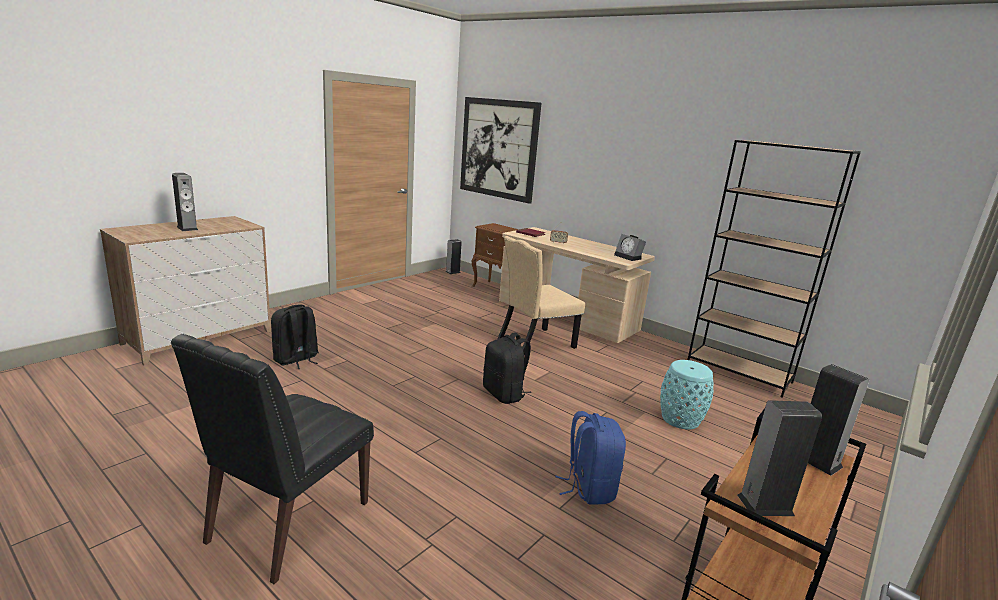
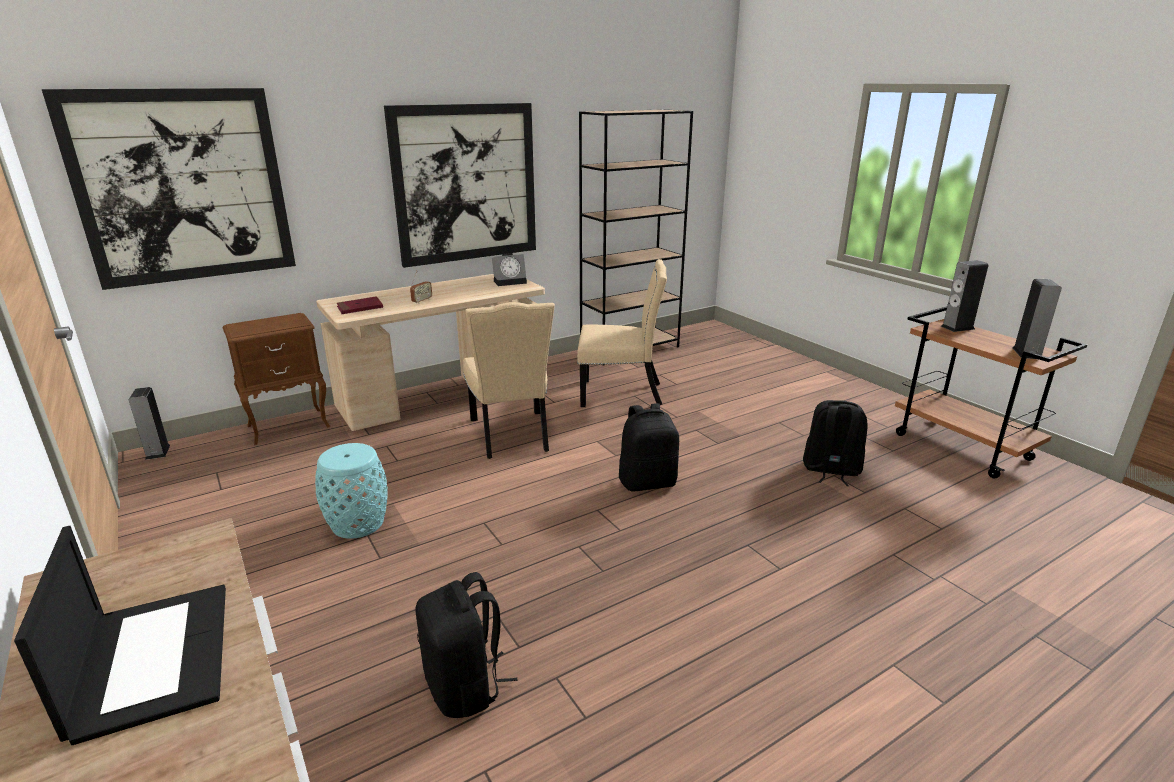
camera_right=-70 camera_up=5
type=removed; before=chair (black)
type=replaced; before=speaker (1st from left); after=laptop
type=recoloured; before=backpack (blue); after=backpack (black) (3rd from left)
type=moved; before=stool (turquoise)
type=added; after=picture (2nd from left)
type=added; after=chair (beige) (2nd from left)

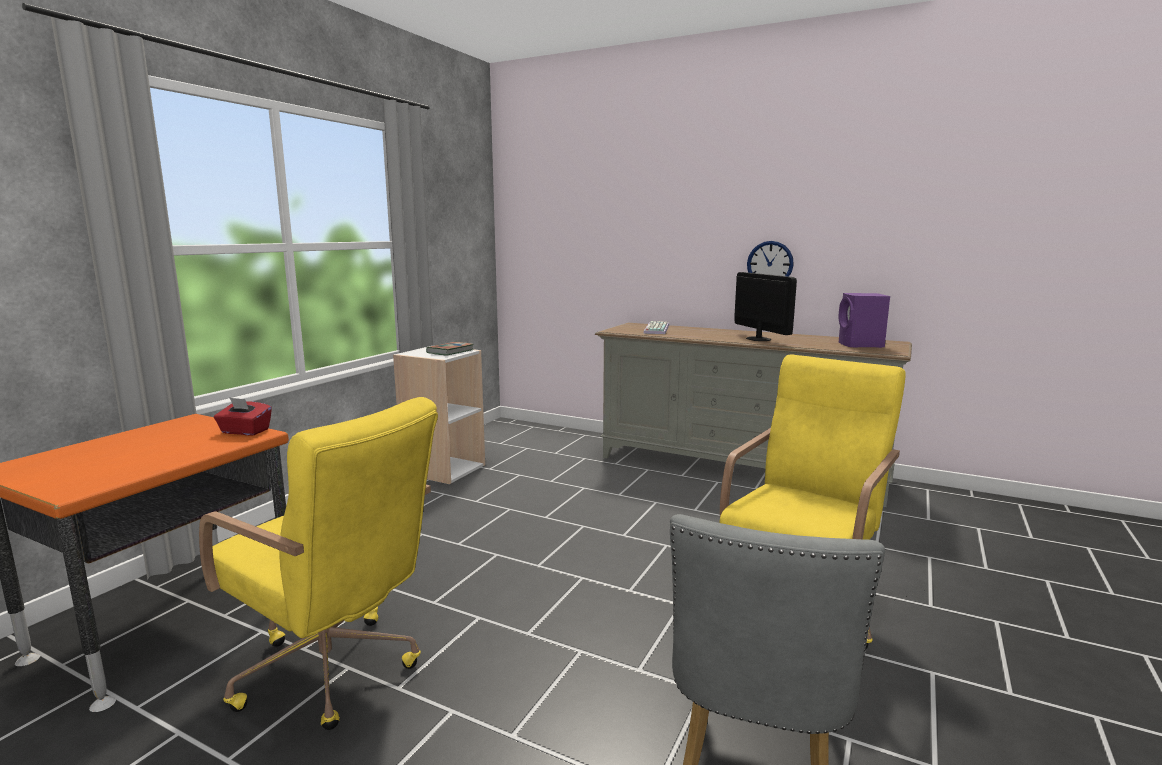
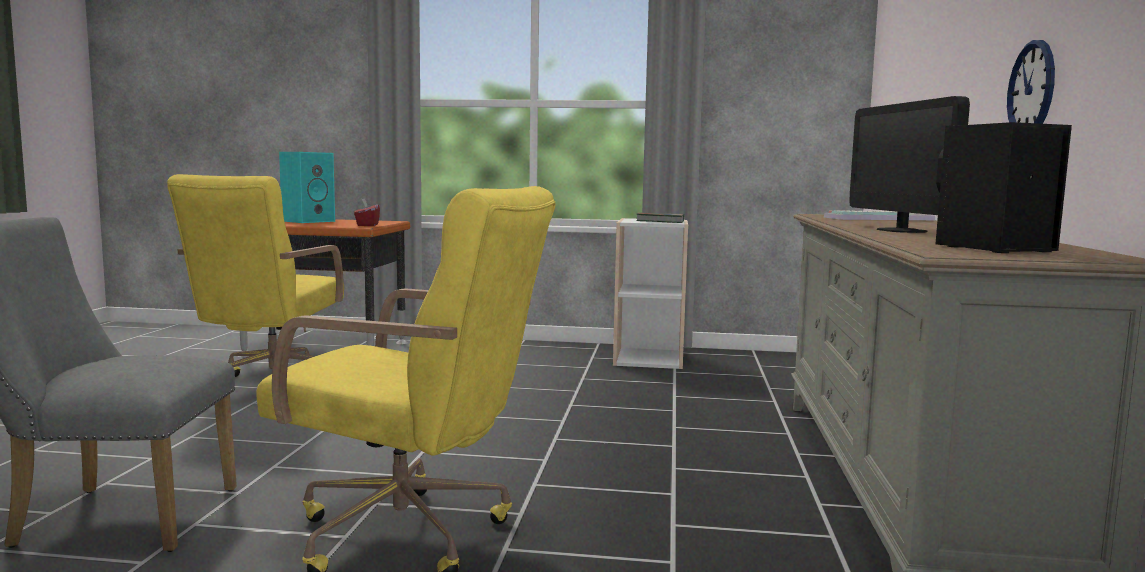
camera_right=70 camera_up=-5
type=turned; before=monitor; turn=120
type=recoloured; before=speaker (purple); after=speaker (black)
type=added; after=speaker (turquoise)

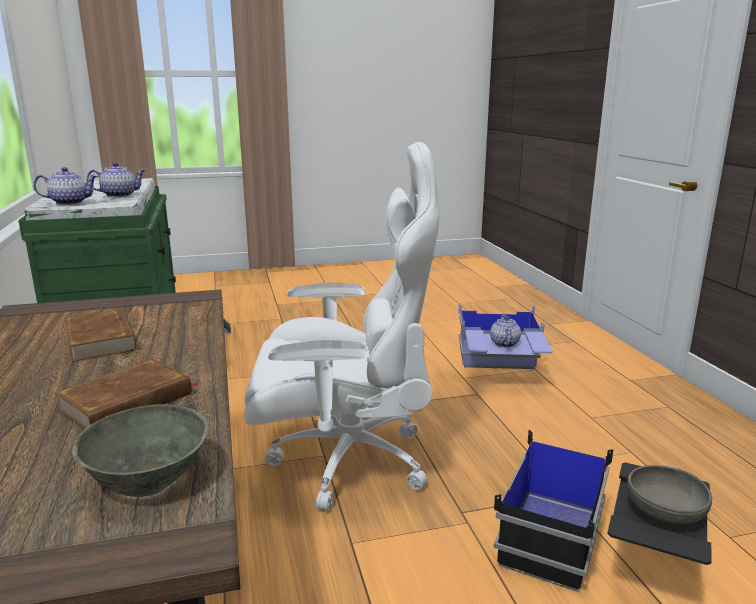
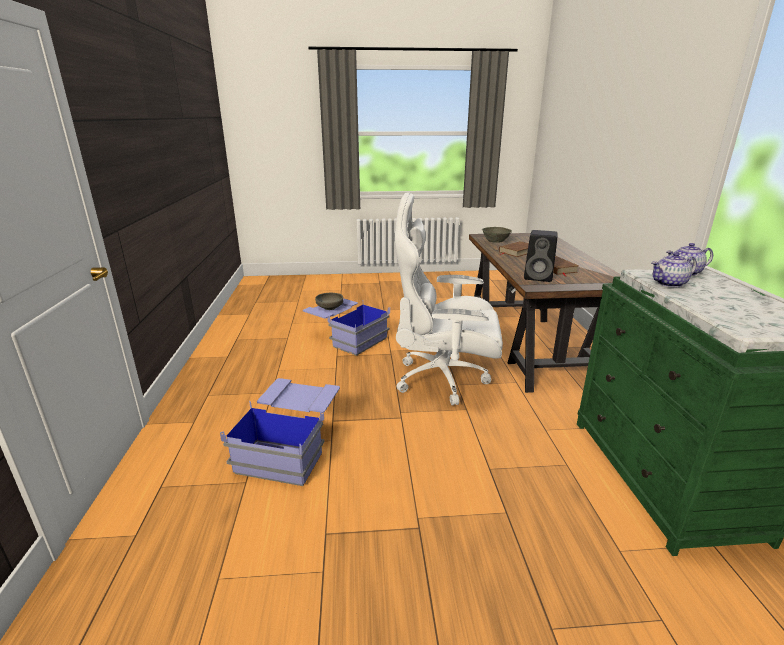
camera_right=-170 camera_up=5
type=removed; before=teapot (3rd from left)
type=recoloured; before=storage box (black); after=storage box (blue) (2nd from left)
type=added; after=speaker (black)

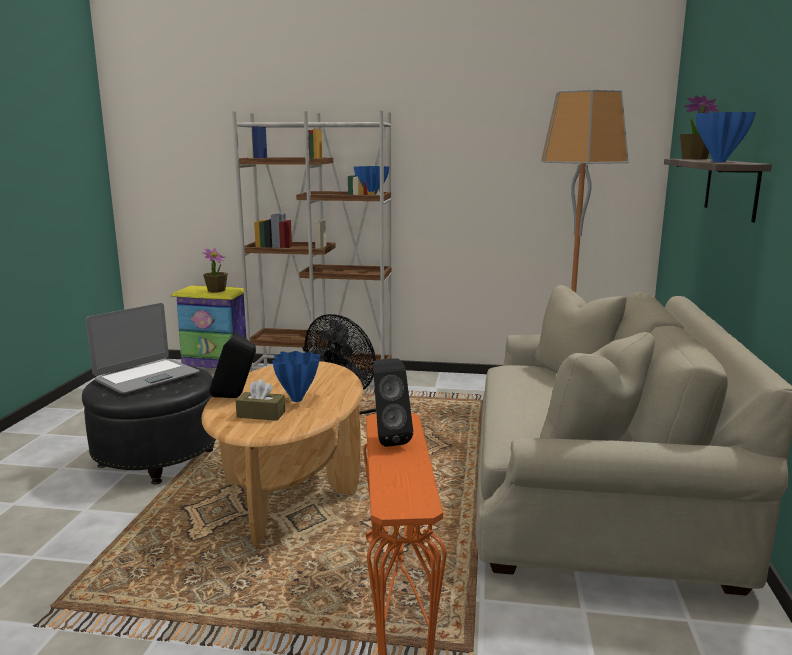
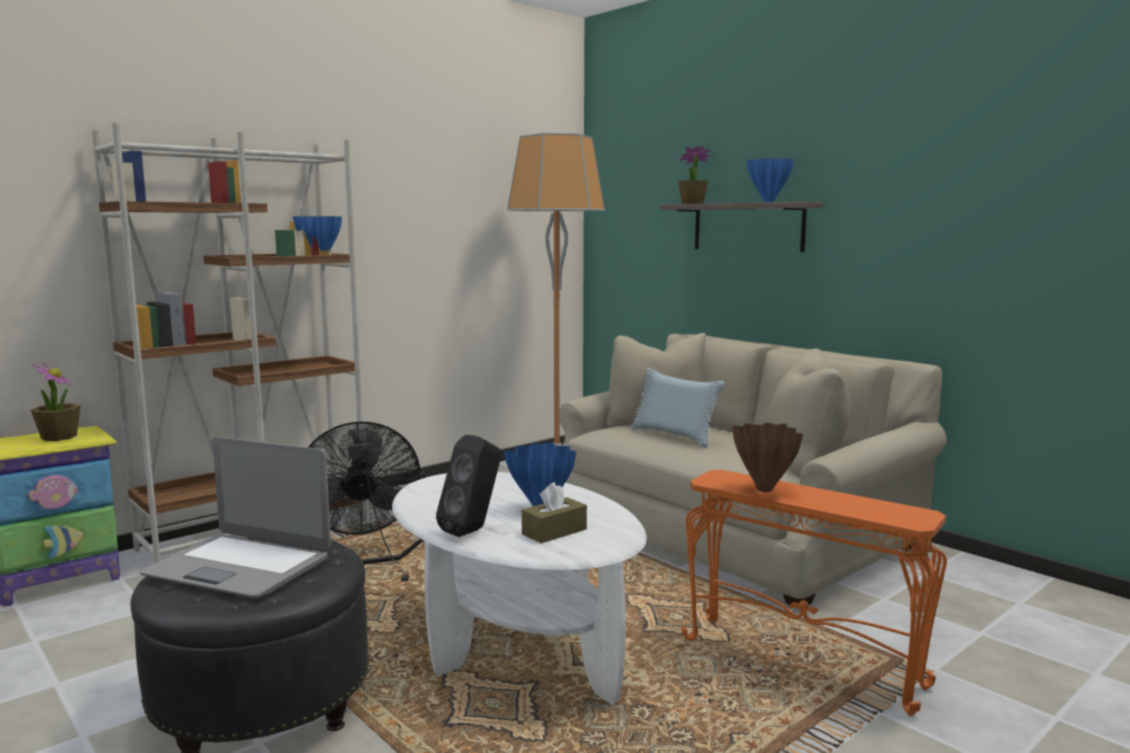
camera_right=-50 camera_up=-5
type=turned; before=laptop; turn=120
type=recoloured; before=coffee table (brown); after=coffee table (white)
type=replaced; before=speaker (black) (2nd from left); after=vase (brown)
type=added; after=pillow (blue)

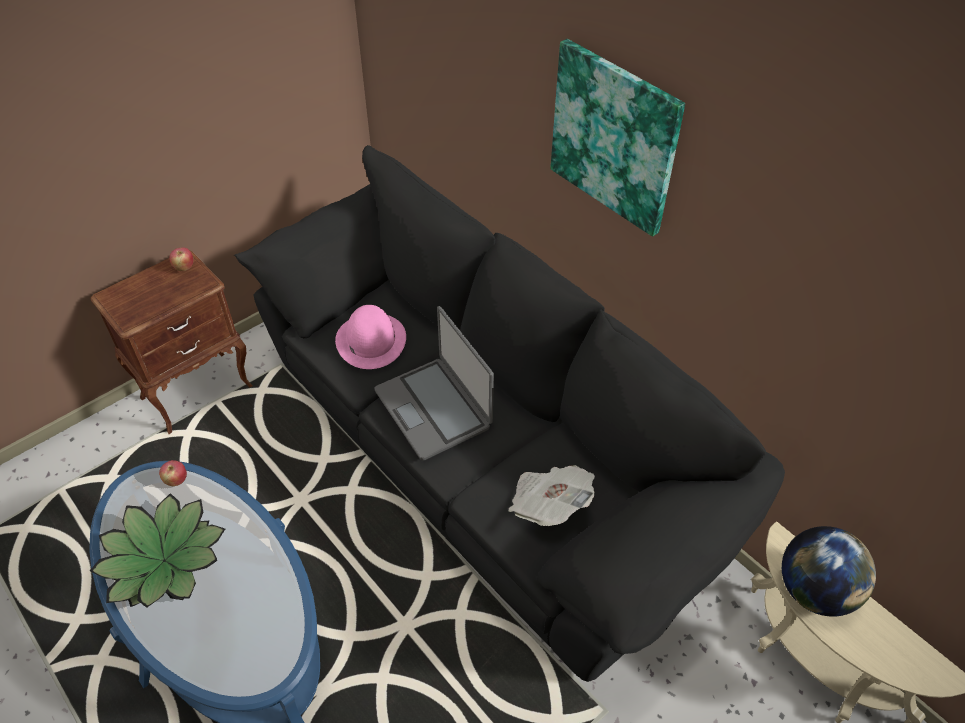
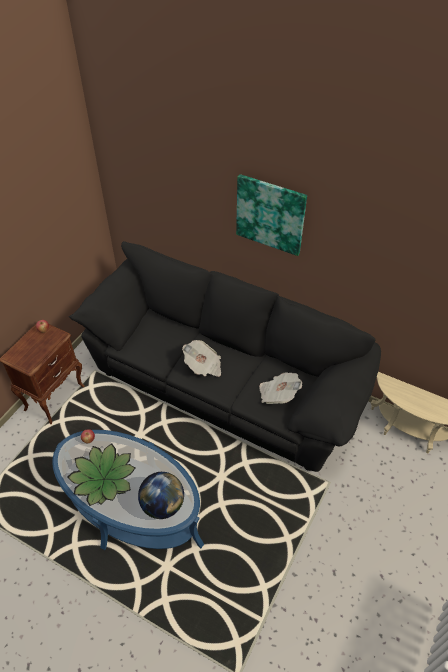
camera_right=-20 camera_up=0
type=removed; before=hat (pink)
type=replaced; before=laptop; after=newspaper (1st from left)
type=moved; before=globe

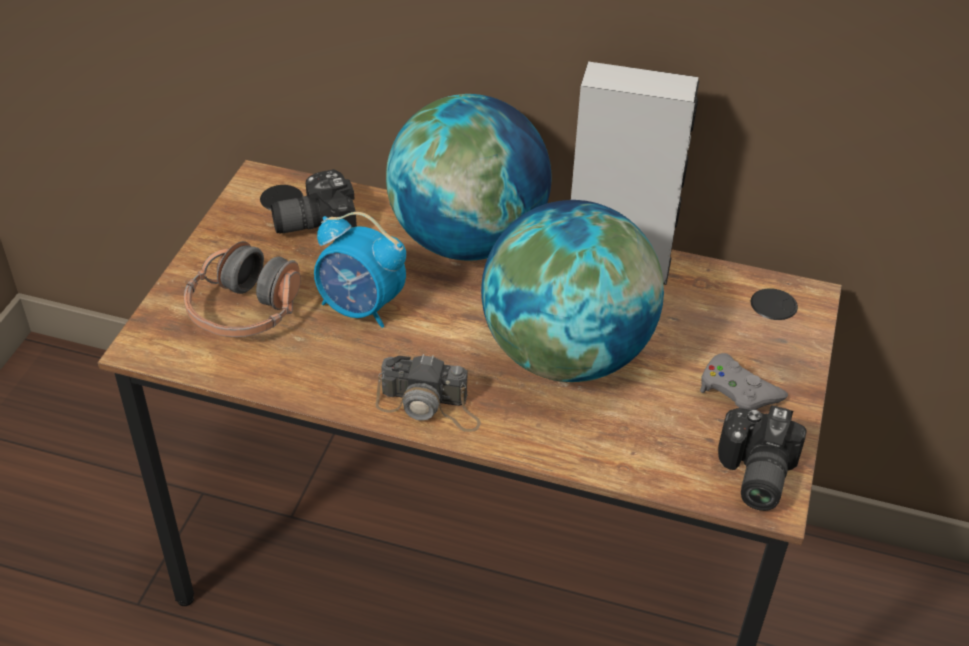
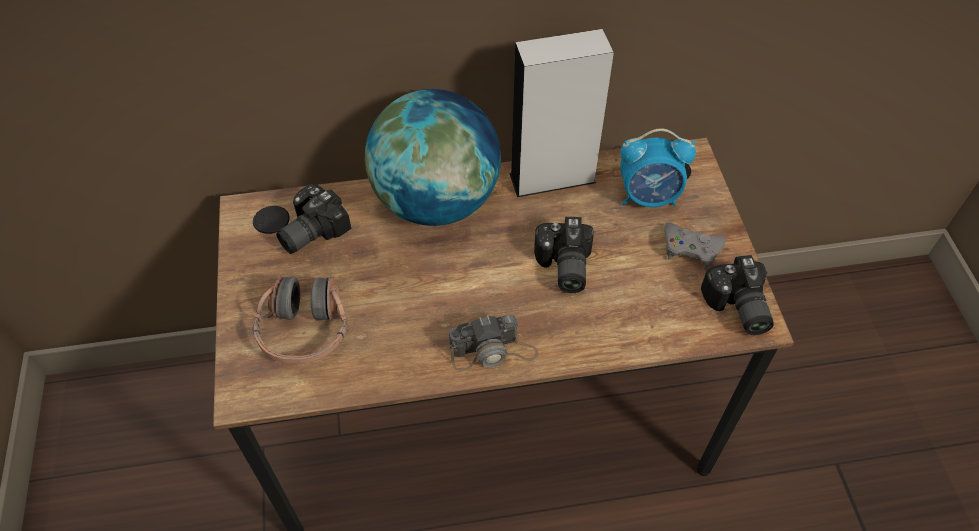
camera_right=-25 camera_up=10
type=moved; before=alarm clock
type=replaced; before=globe (2nd from left); after=photo camera (3rd from left)

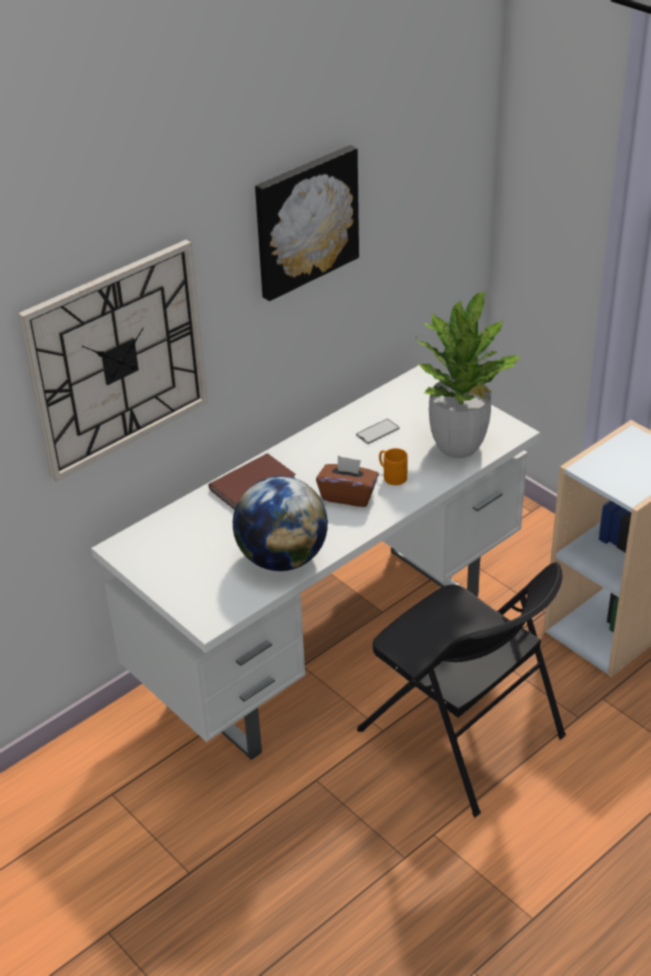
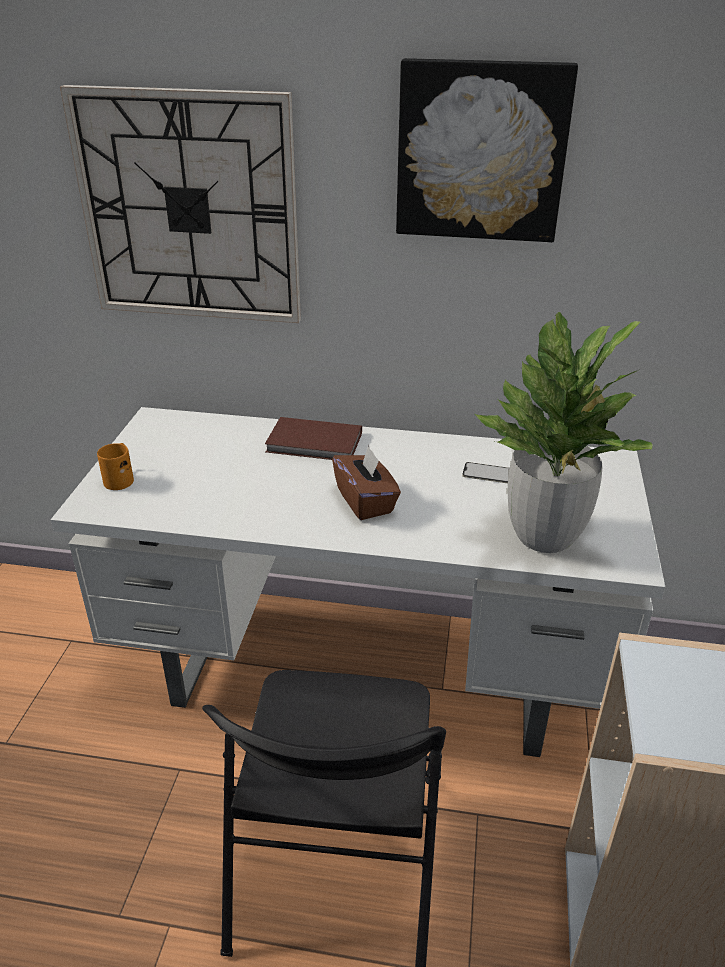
camera_right=50 camera_up=-5
type=removed; before=globe
type=moved; before=mug (orange)

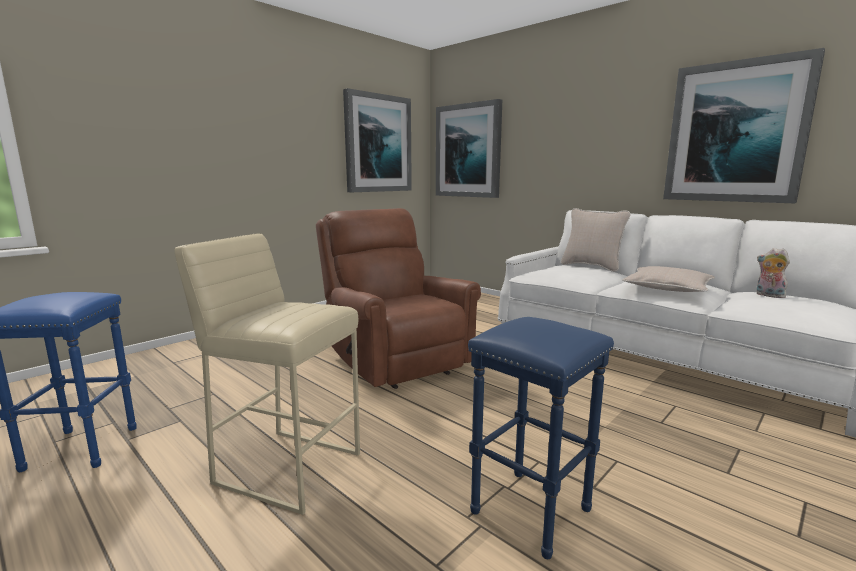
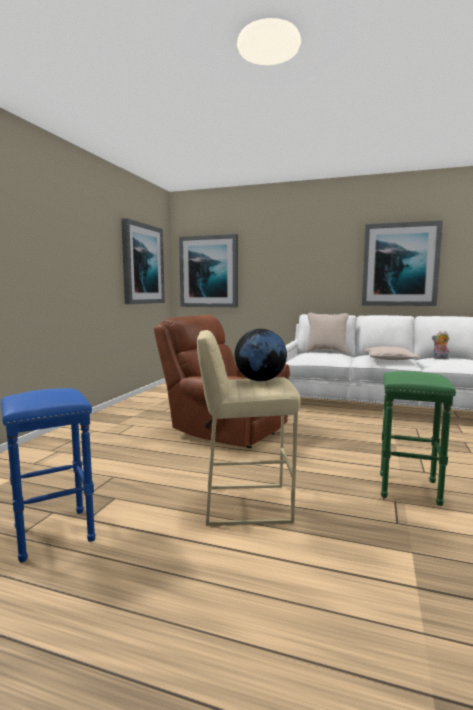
camera_right=-25 camera_up=-5
type=recoloured; before=stool (blue) (2nd from left); after=stool (green)
type=added; after=globe

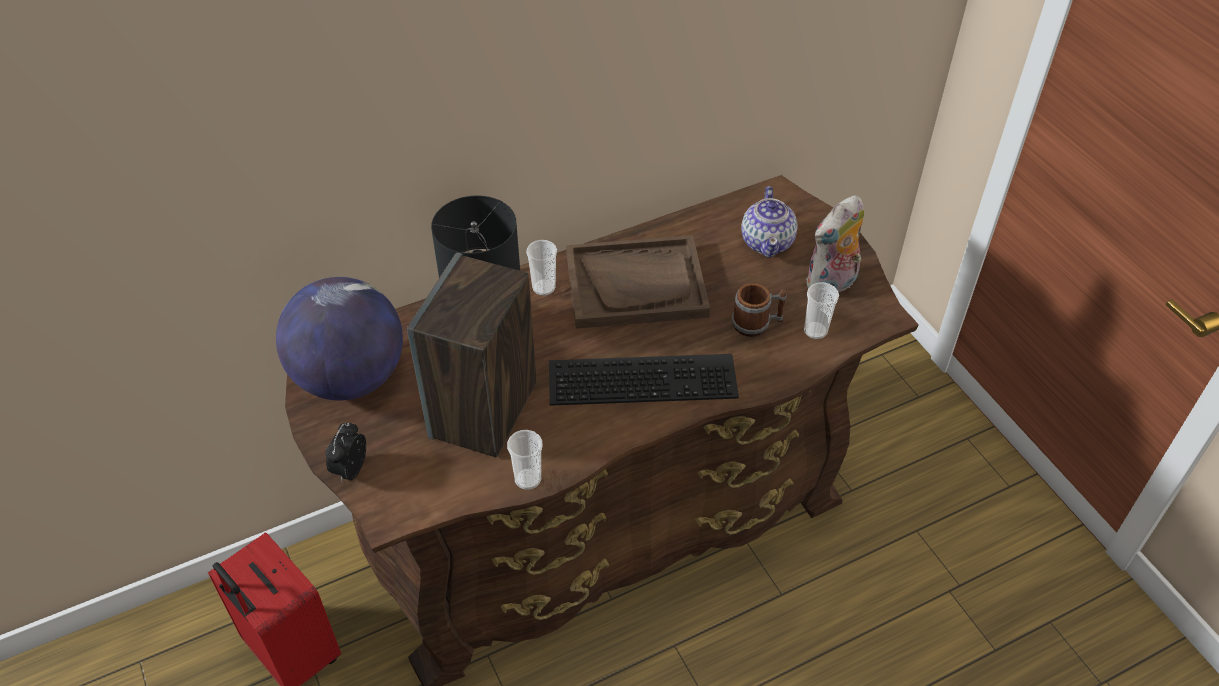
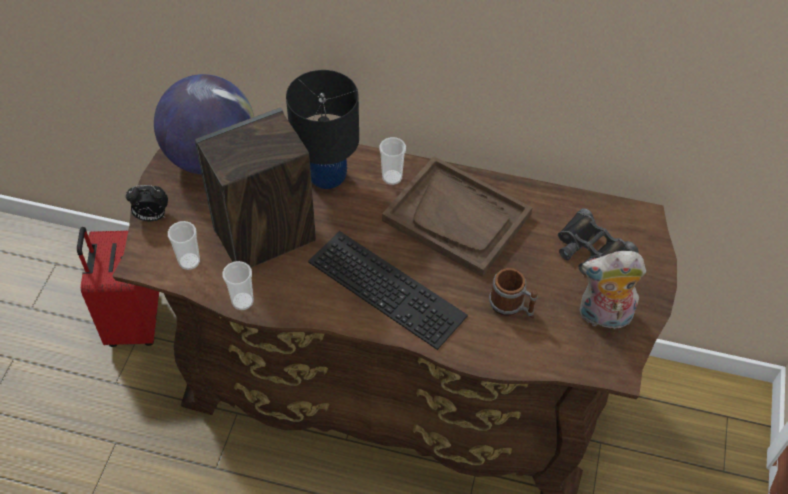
camera_right=40 camera_up=5
type=turned; before=alarm clock; turn=-150
type=replaced; before=teapot; after=binoculars (black)
type=moved; before=cup (3rd from left in the first image); after=cup (1st from left)

